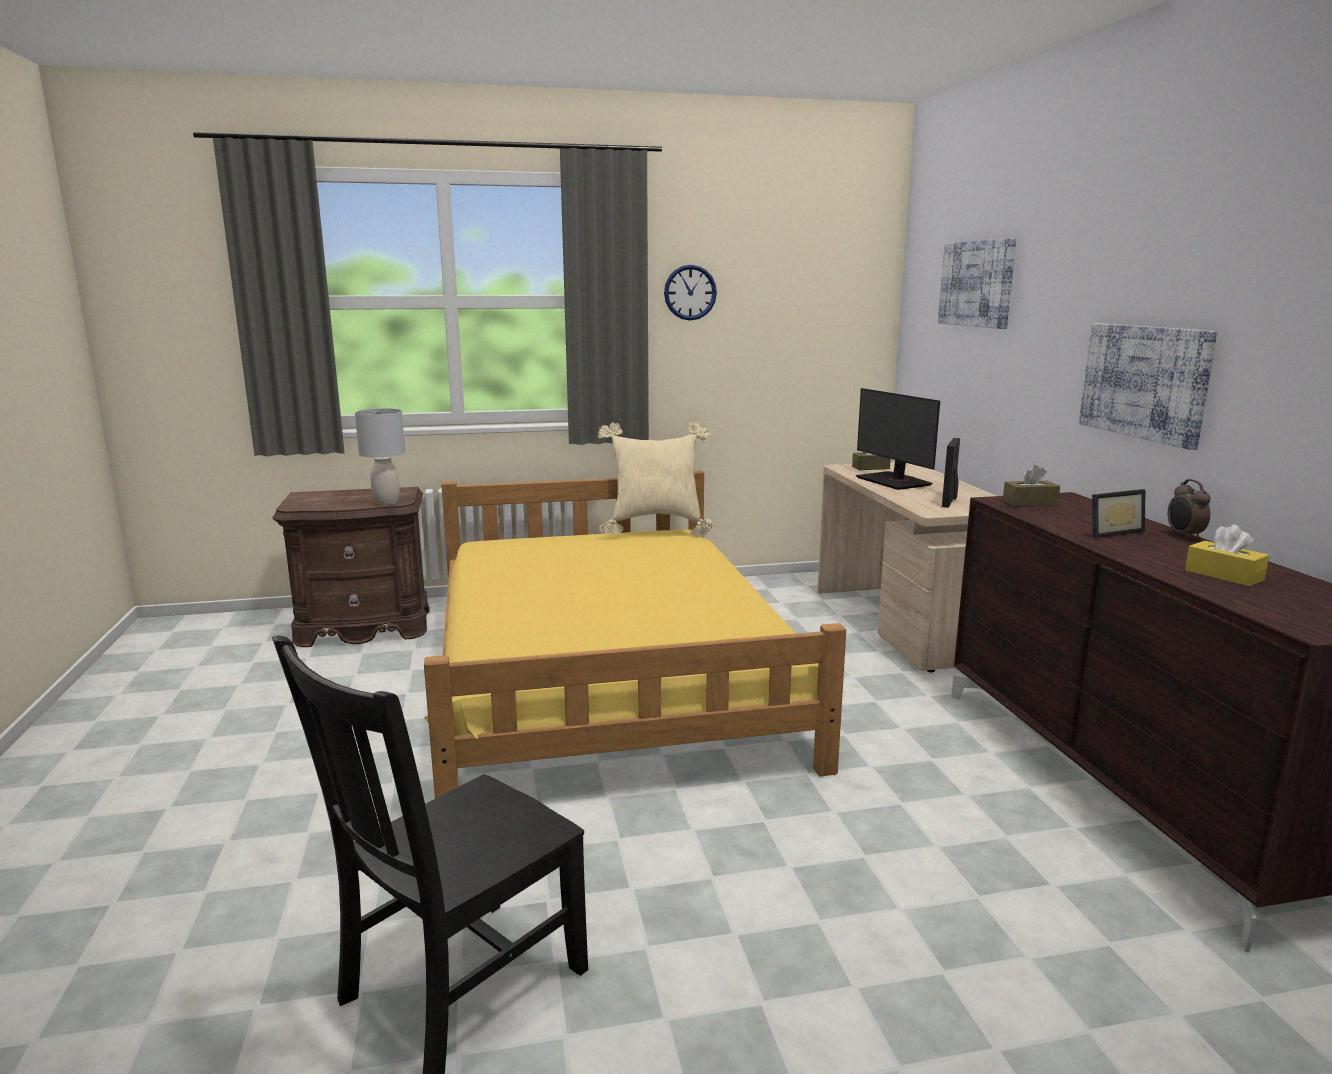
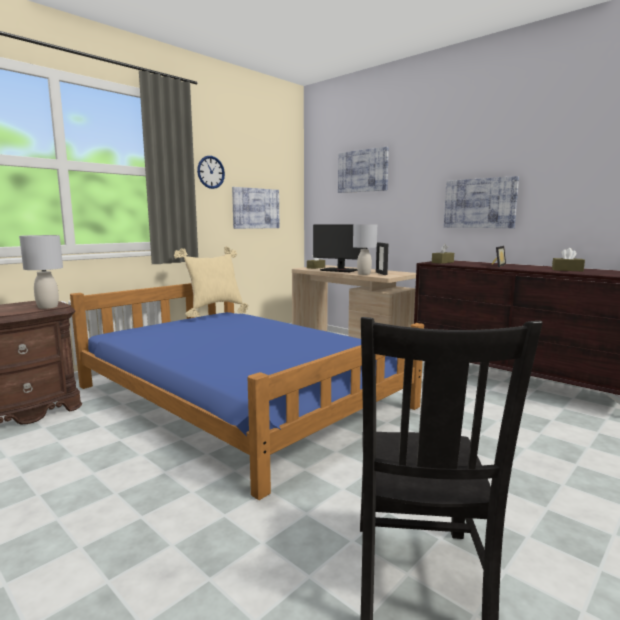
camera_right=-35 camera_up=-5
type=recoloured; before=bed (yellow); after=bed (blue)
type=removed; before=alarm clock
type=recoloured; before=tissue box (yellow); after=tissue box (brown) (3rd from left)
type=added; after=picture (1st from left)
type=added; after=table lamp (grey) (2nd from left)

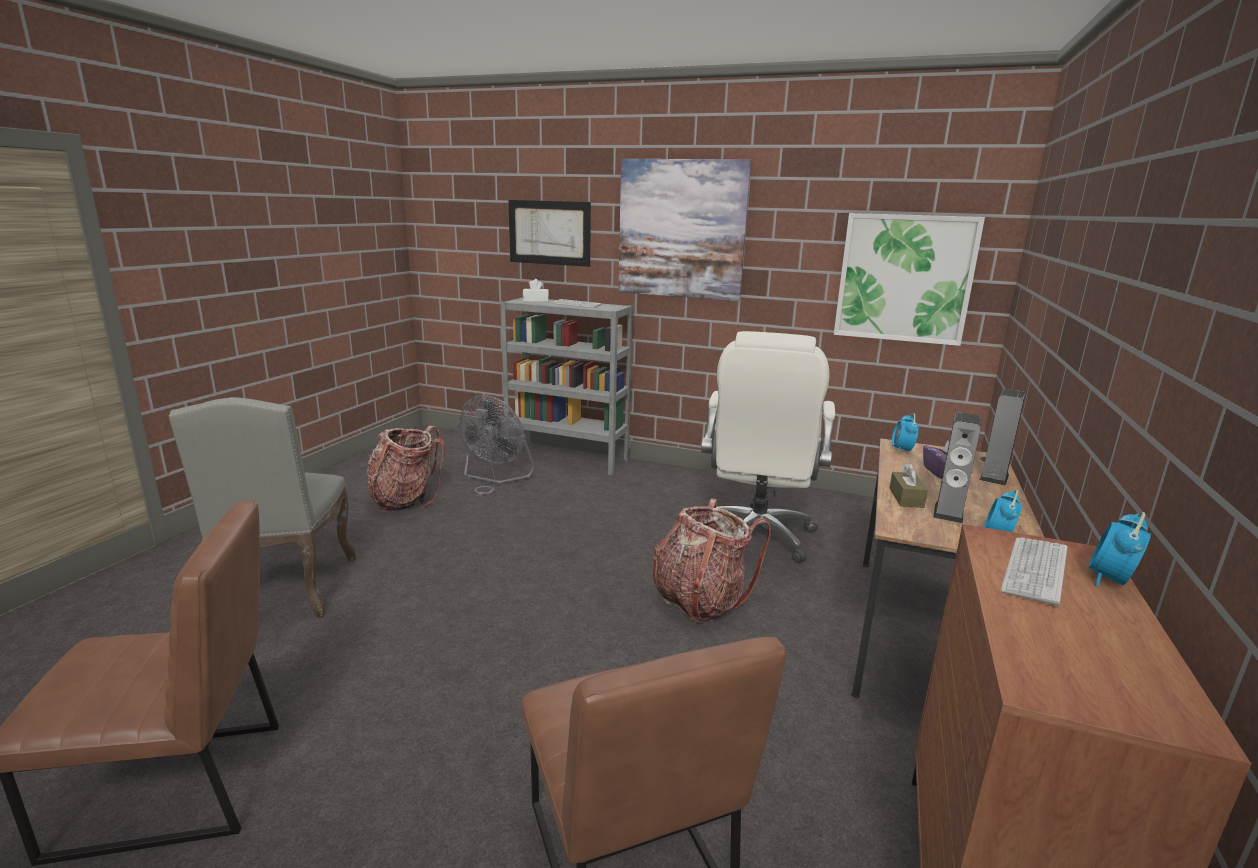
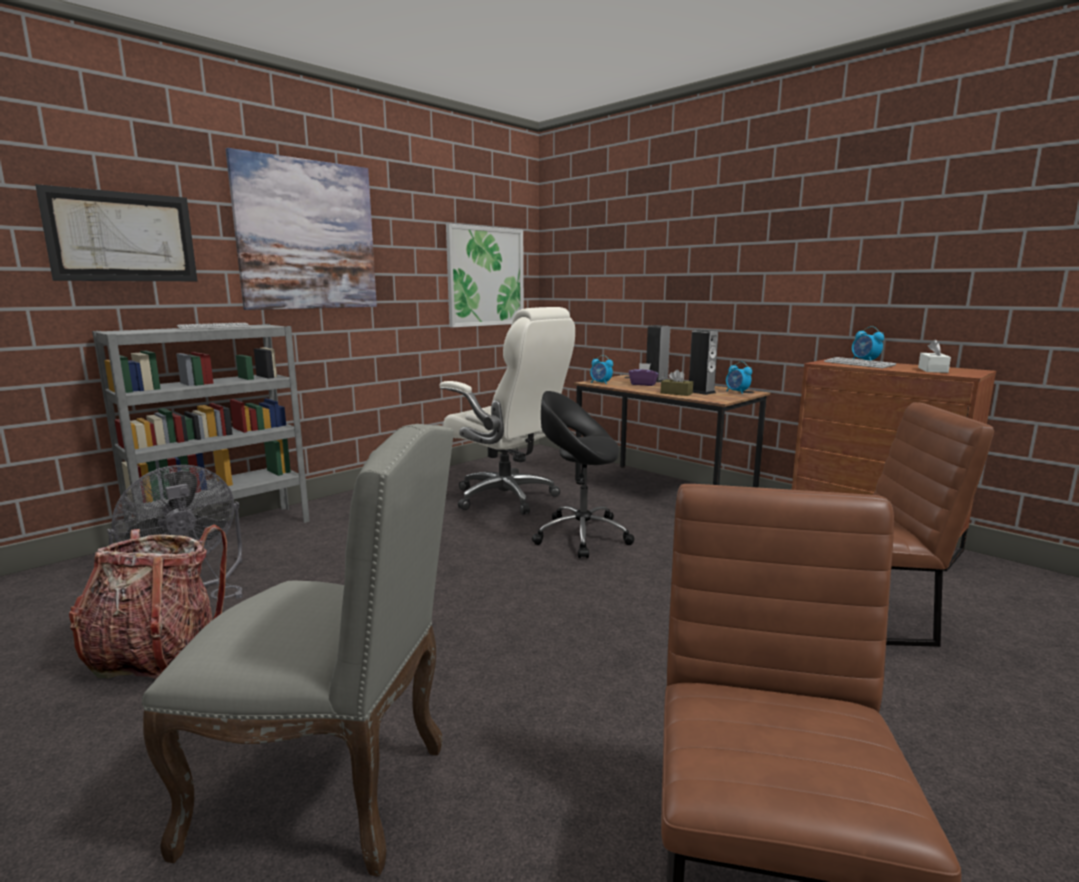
camera_right=-65 camera_up=-5
type=moved; before=tissue box (white)
type=replaced; before=backpack (2nd from left); after=office chair (black)

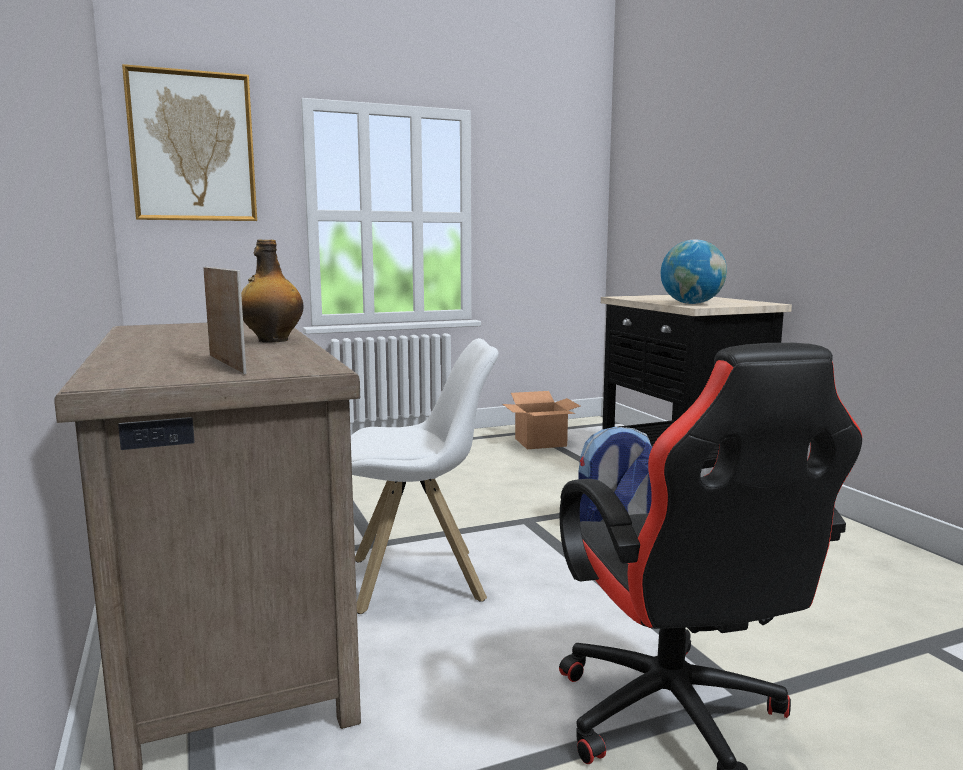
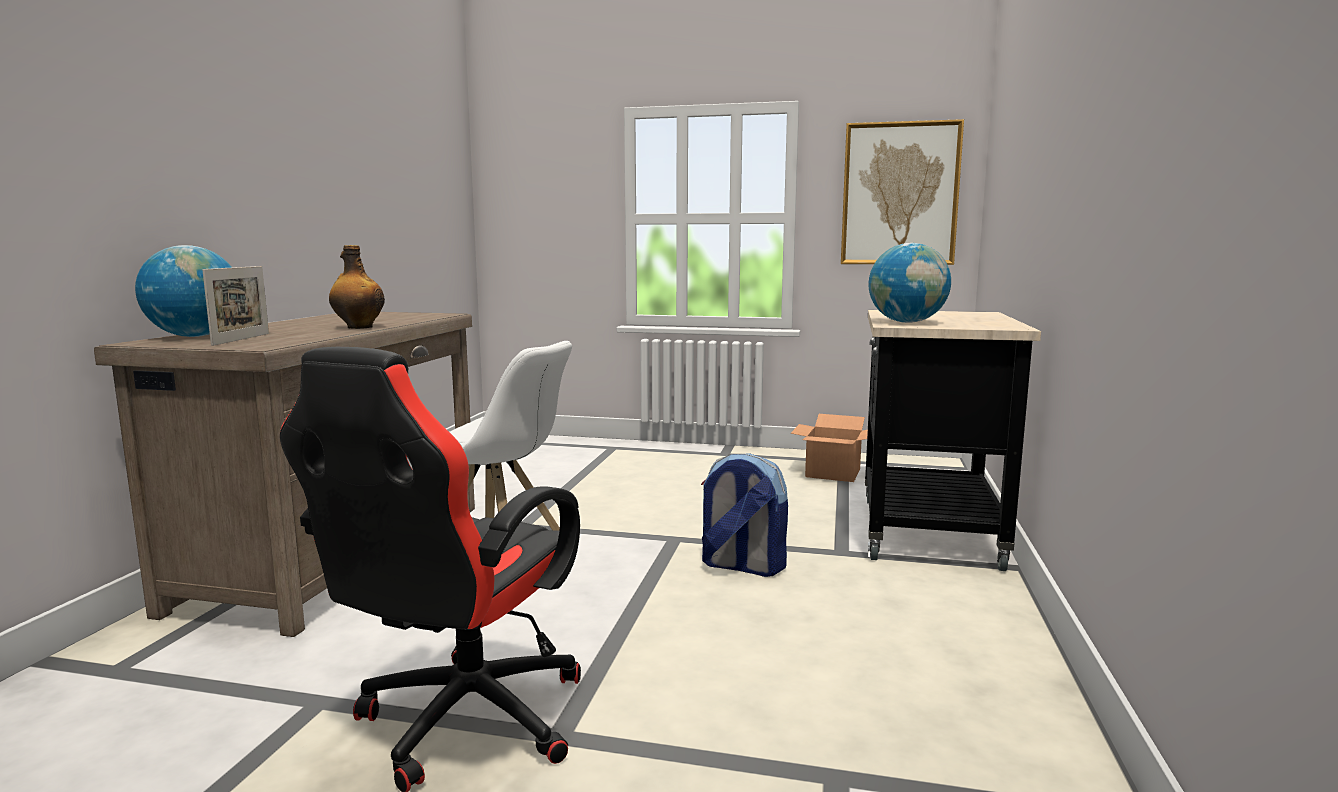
camera_right=35 camera_up=0
type=moved; before=picture
type=added; after=globe (1st from left)

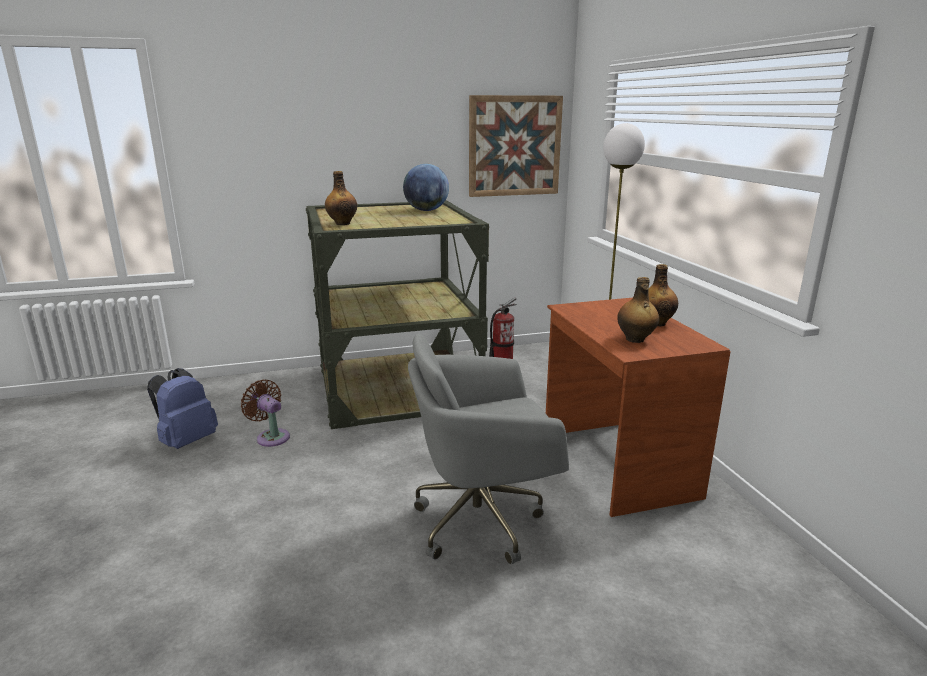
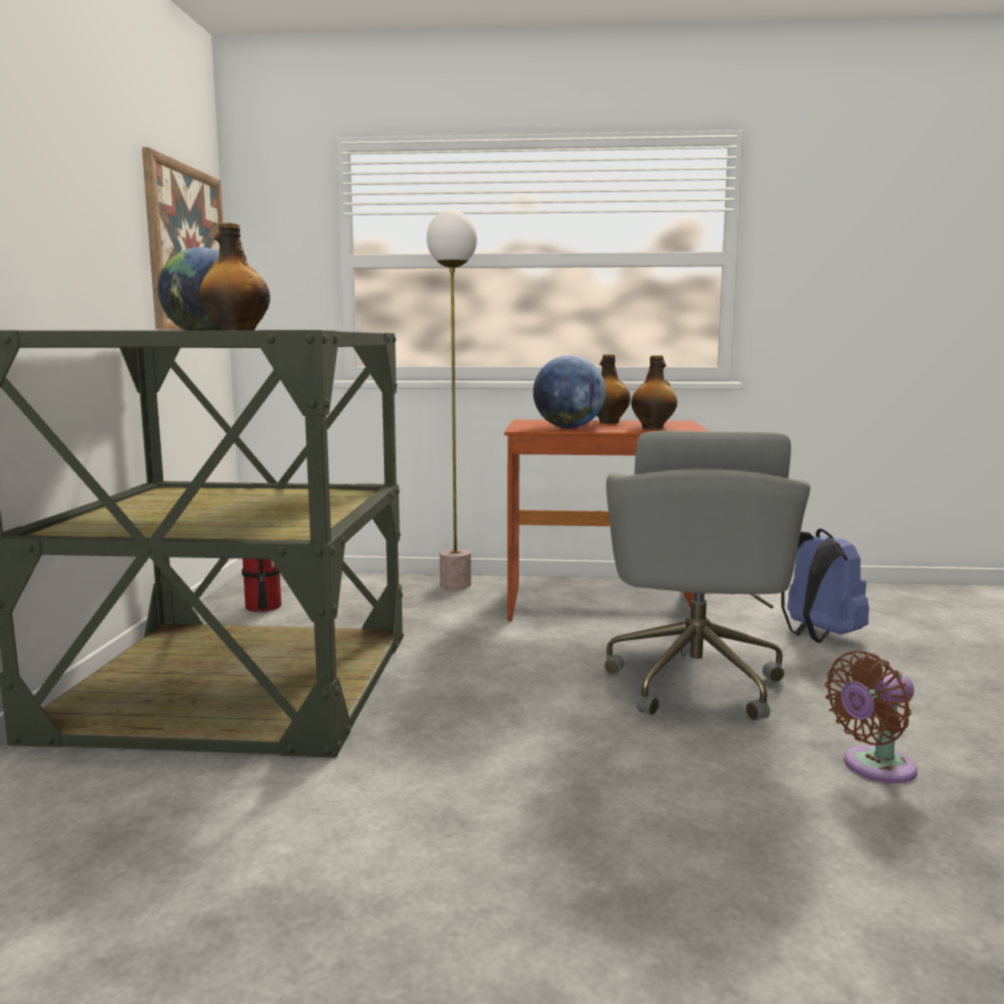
camera_right=-70 camera_up=-10
type=moved; before=backpack (blue)
type=moved; before=fan (brown)
type=added; after=globe (2nd from left)

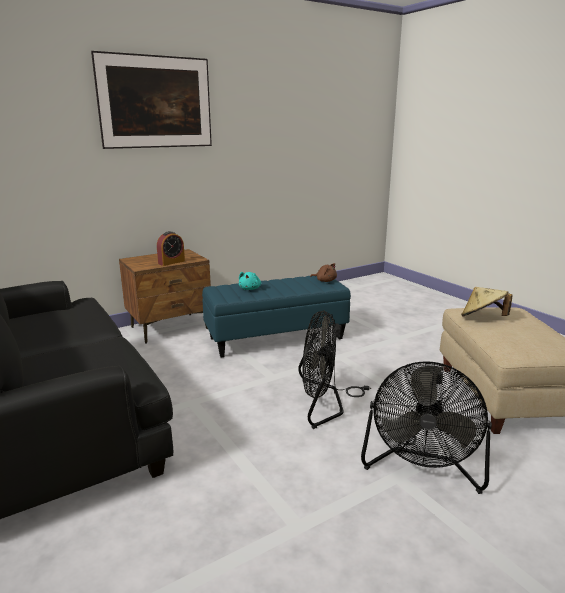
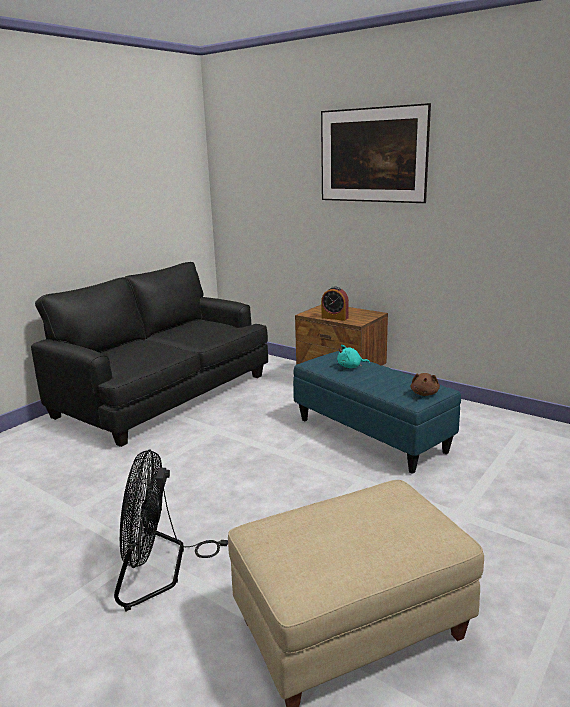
camera_right=70 camera_up=0
type=removed; before=fan (black) (1st from left)
type=removed; before=hat (beige)

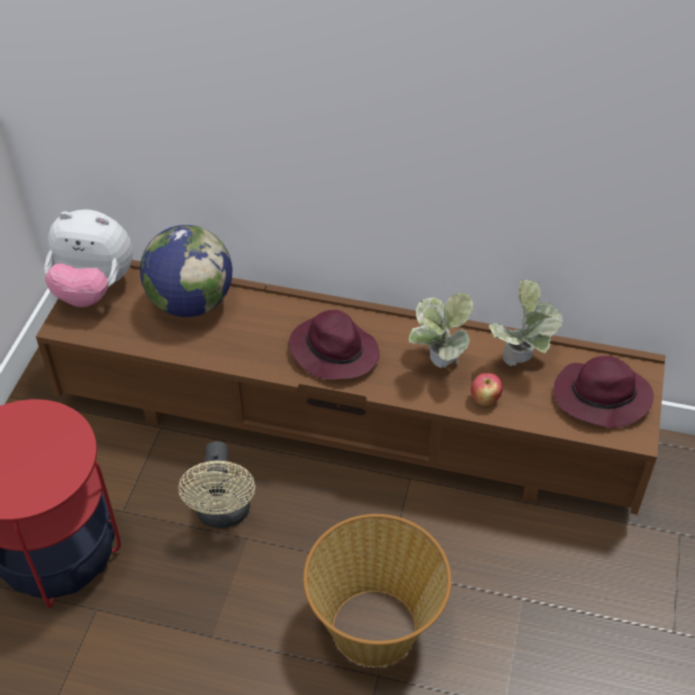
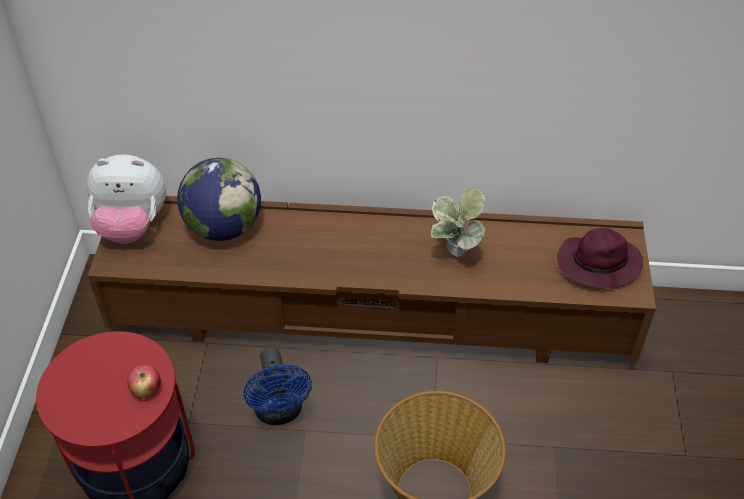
camera_right=-10 camera_up=0
type=recoloured; before=fan (beige); after=fan (blue)
type=removed; before=hat (purple) (1st from left)
type=moved; before=apple
type=removed; before=potted plant (2nd from left)

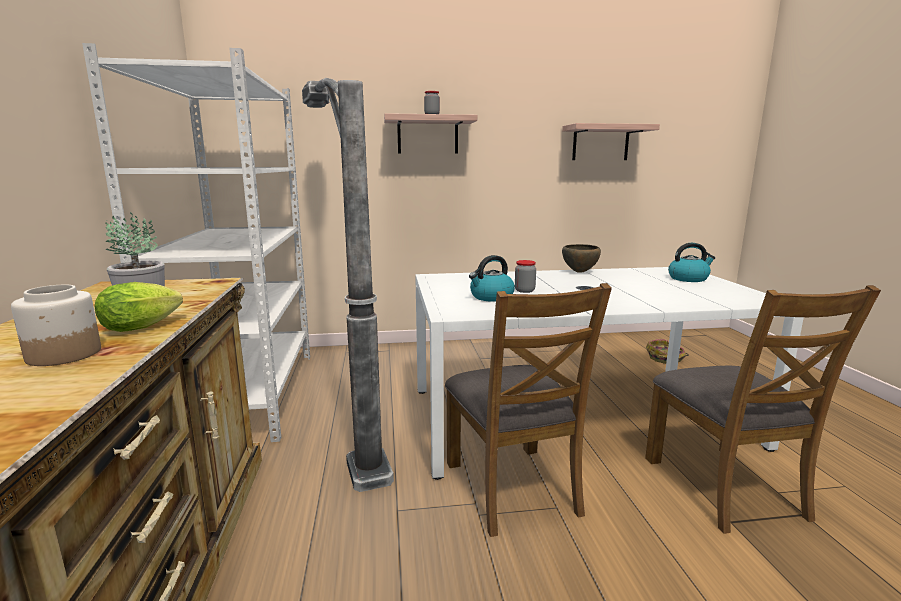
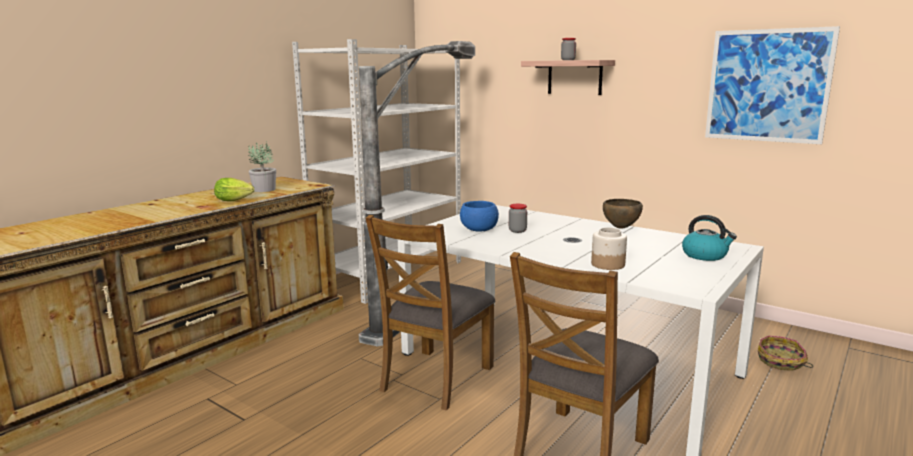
camera_right=45 camera_up=0
type=moved; before=jar (1st from left in the first image); after=jar (3rd from left)
type=replaced; before=kettle (1st from left); after=bowl (blue)
type=replaced; before=shelf (2nd from left); after=picture

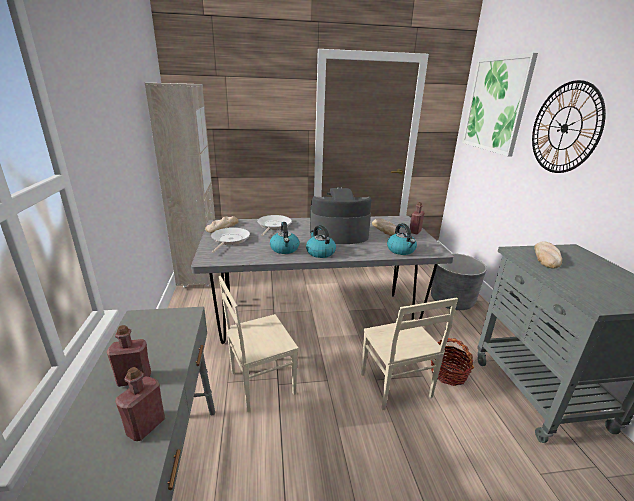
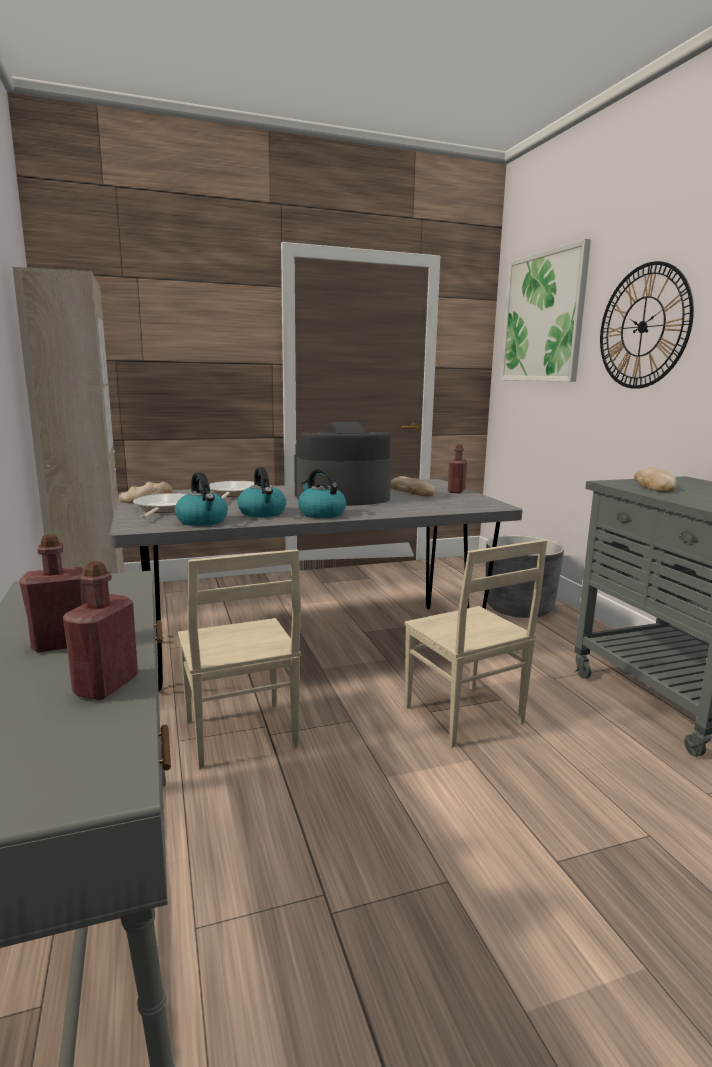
camera_right=-10 camera_up=-10
type=turned; before=chair (beige) (1st from left); turn=-75
type=moved; before=kettle (3rd from left in the first image); after=kettle (1st from left)
type=removed; before=basket

